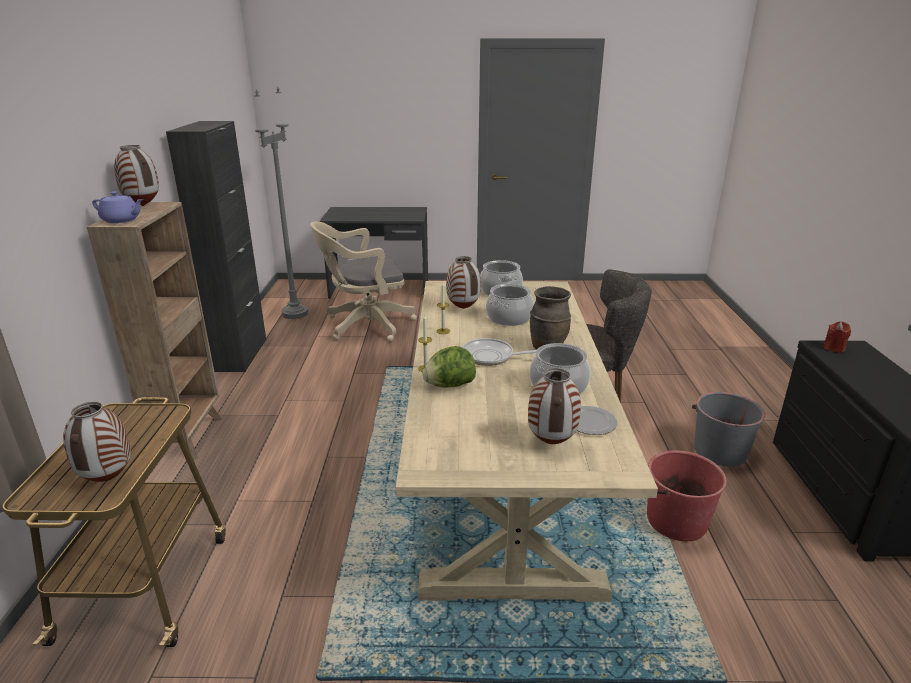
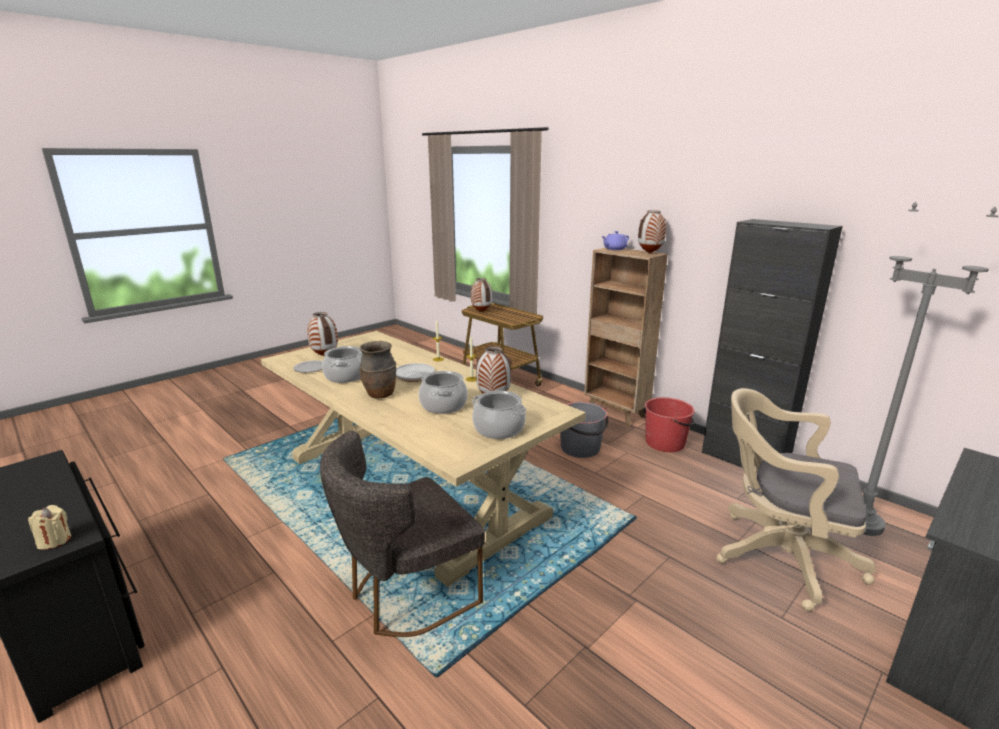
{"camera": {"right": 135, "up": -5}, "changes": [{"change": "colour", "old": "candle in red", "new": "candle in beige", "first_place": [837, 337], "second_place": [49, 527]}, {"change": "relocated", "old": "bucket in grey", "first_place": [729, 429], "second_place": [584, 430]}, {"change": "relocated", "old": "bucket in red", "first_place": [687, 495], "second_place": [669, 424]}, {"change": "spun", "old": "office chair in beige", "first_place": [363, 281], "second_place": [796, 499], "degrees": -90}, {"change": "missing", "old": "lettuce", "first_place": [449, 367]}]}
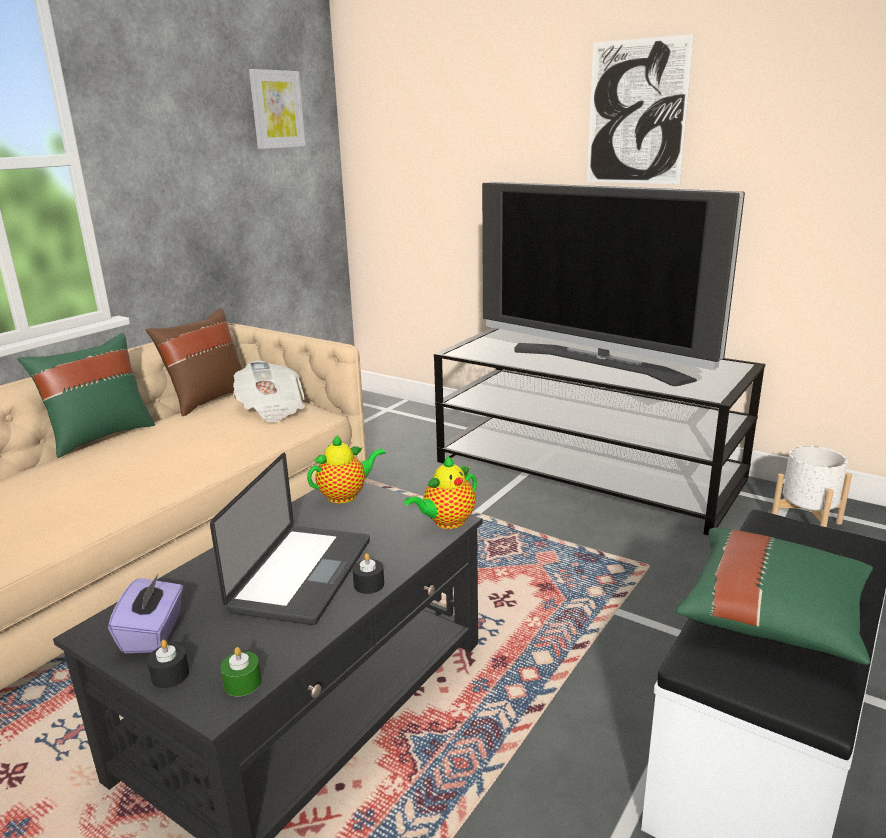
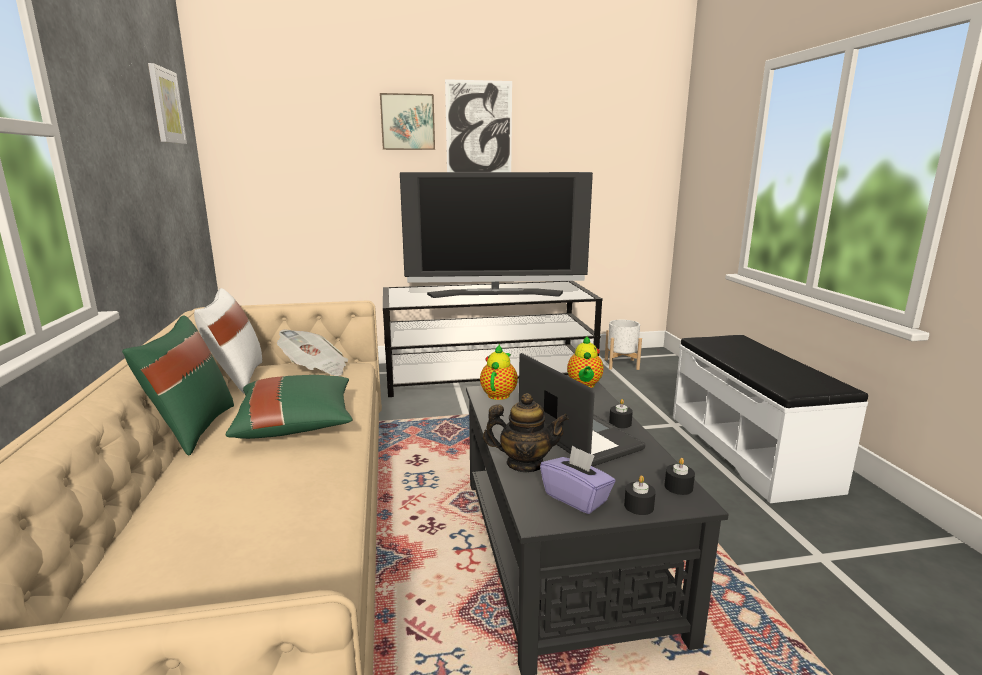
{"camera": {"right": -45, "up": -5}, "changes": [{"change": "colour", "old": "pillow in brown", "new": "pillow in white", "first_place": [194, 362], "second_place": [228, 340]}, {"change": "relocated", "old": "pillow in green", "first_place": [774, 596], "second_place": [289, 407]}, {"change": "appeared", "new": "picture", "second_place": [407, 121]}, {"change": "appeared", "new": "teapot", "second_place": [526, 432]}, {"change": "colour", "old": "candle in green", "new": "candle in black", "first_place": [240, 671], "second_place": [679, 476]}]}
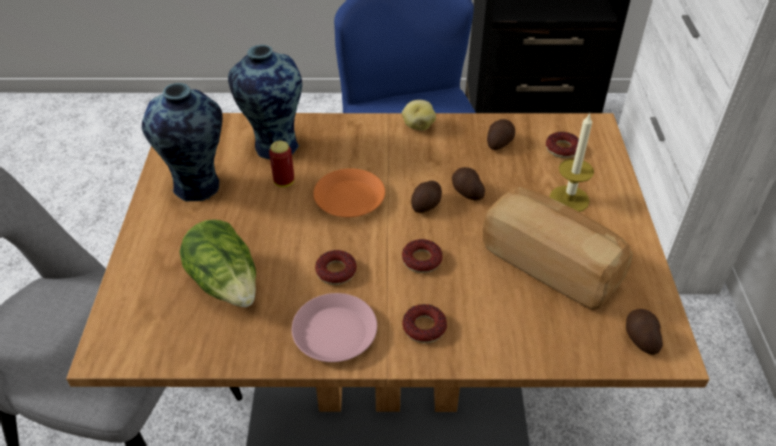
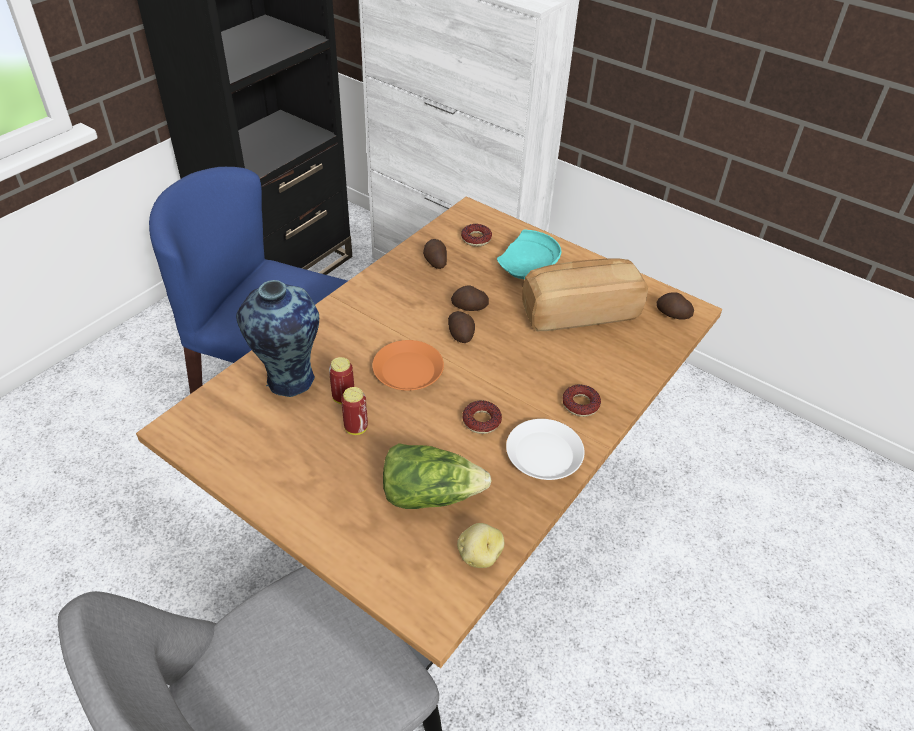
{"camera": {"right": -55, "up": 0}, "changes": [{"change": "appeared", "new": "can", "second_place": [354, 411]}, {"change": "relocated", "old": "potato", "first_place": [419, 115], "second_place": [480, 545]}, {"change": "exchanged", "old": "candle", "new": "plate in turquoise", "first_place": [571, 162], "second_place": [529, 254]}, {"change": "colour", "old": "plate in pink", "new": "plate in white", "first_place": [334, 327], "second_place": [545, 449]}, {"change": "missing", "old": "vase", "first_place": [182, 142]}, {"change": "missing", "old": "donut", "first_place": [422, 256]}]}
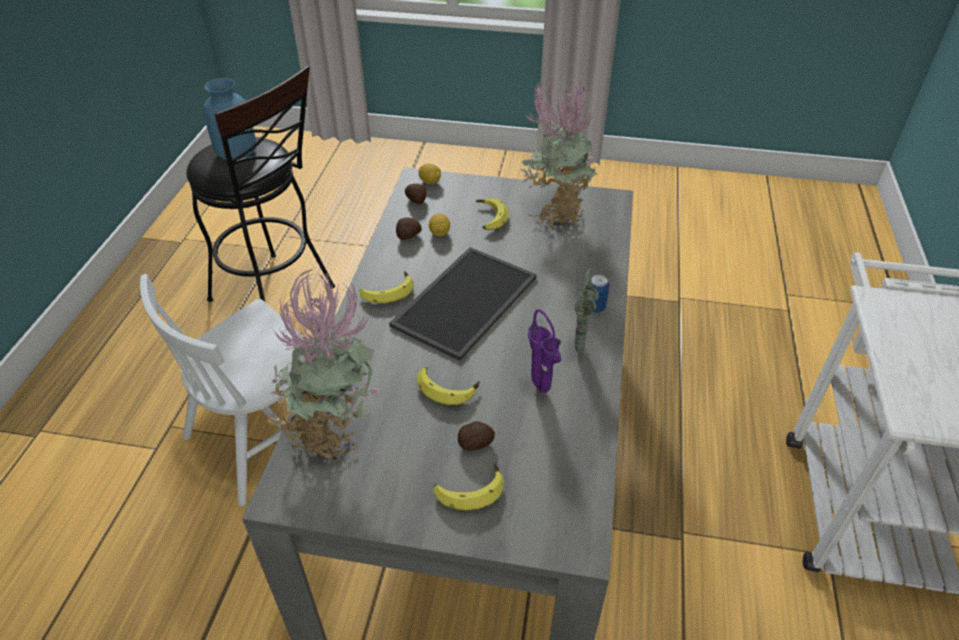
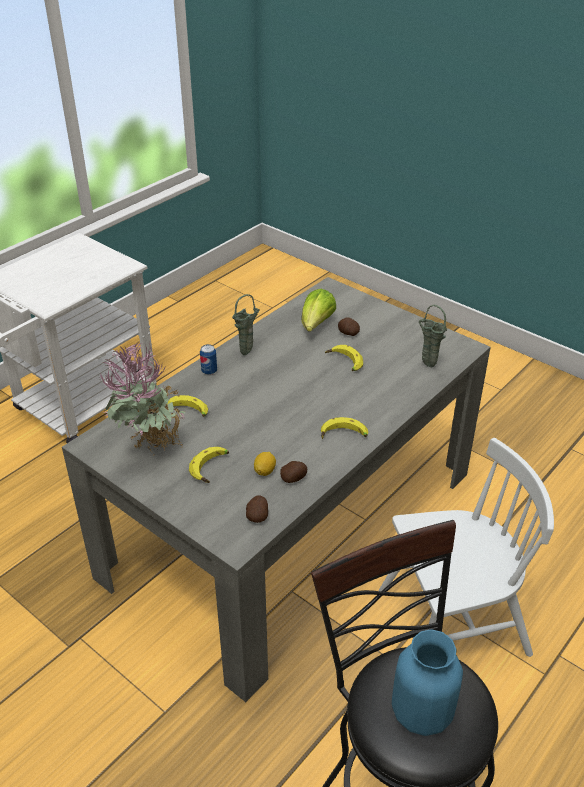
{"camera": {"right": -150, "up": -5}, "changes": [{"change": "relocated", "old": "banana", "first_place": [469, 486], "second_place": [188, 406]}, {"change": "appeared", "new": "lettuce", "second_place": [318, 310]}, {"change": "exchanged", "old": "potted plant", "new": "vase in green", "first_place": [322, 365], "second_place": [433, 336]}, {"change": "missing", "old": "tray", "first_place": [463, 304]}, {"change": "missing", "old": "lemon", "first_place": [429, 174]}, {"change": "missing", "old": "vase in purple", "first_place": [544, 351]}]}
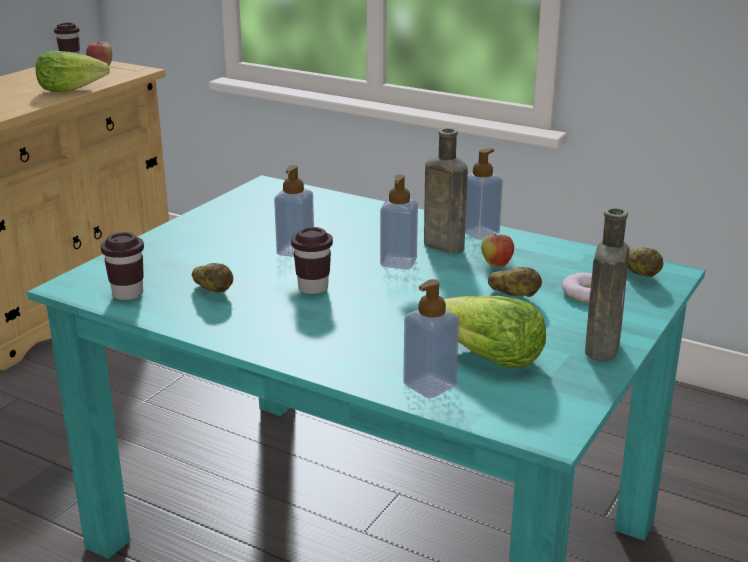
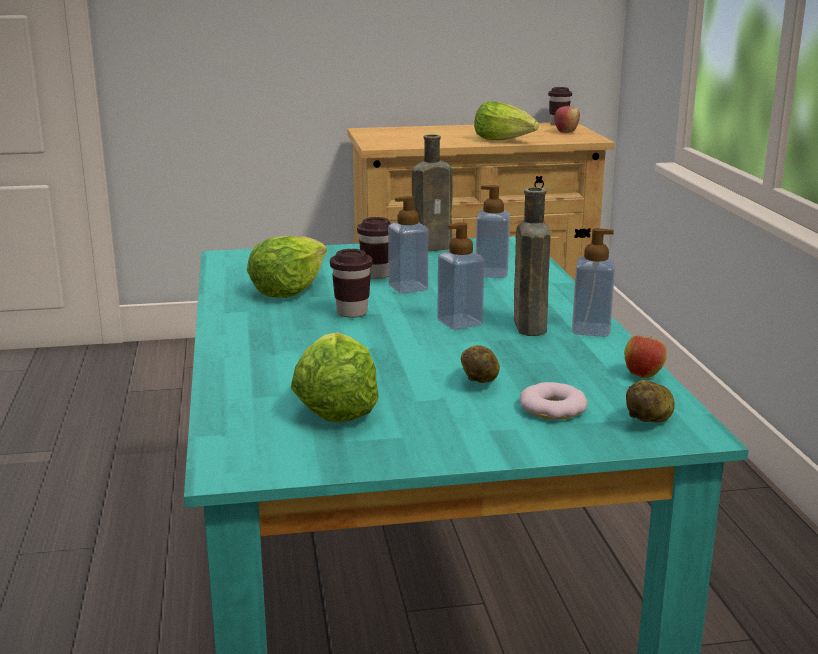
{"camera": {"right": 50, "up": -5}, "changes": [{"change": "exchanged", "old": "potato", "new": "lettuce", "first_place": [212, 278], "second_place": [287, 267]}, {"change": "relocated", "old": "cup in brown", "first_place": [122, 266], "second_place": [374, 248]}, {"change": "relocated", "old": "bottle in brown", "first_place": [607, 284], "second_place": [432, 192]}, {"change": "relocated", "old": "soap dispenser", "first_place": [431, 338], "second_place": [493, 231]}, {"change": "relocated", "old": "apple", "first_place": [497, 248], "second_place": [645, 355]}]}
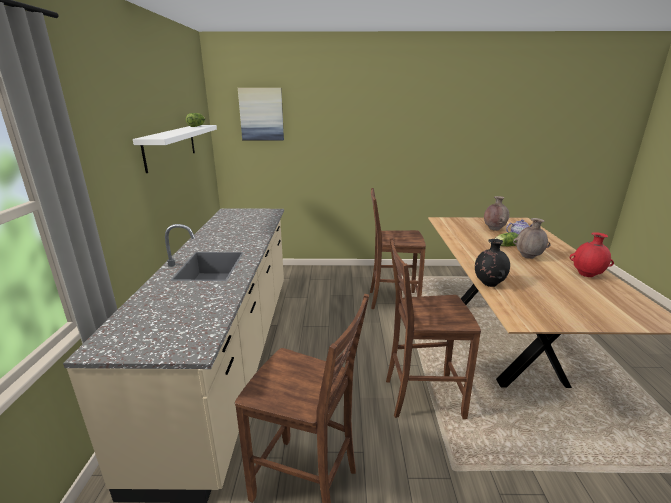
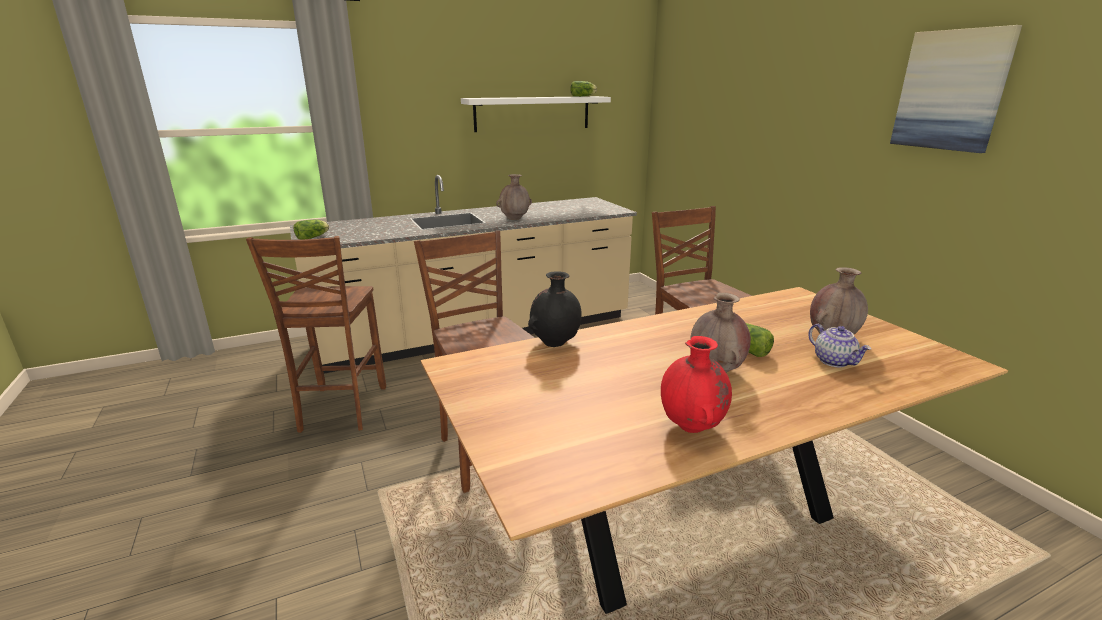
{"camera": {"right": 65, "up": 0}, "changes": [{"change": "appeared", "new": "lettuce", "second_place": [311, 230]}, {"change": "appeared", "new": "vase in brown", "second_place": [514, 197]}, {"change": "relocated", "old": "picture", "first_place": [261, 114], "second_place": [956, 89]}]}
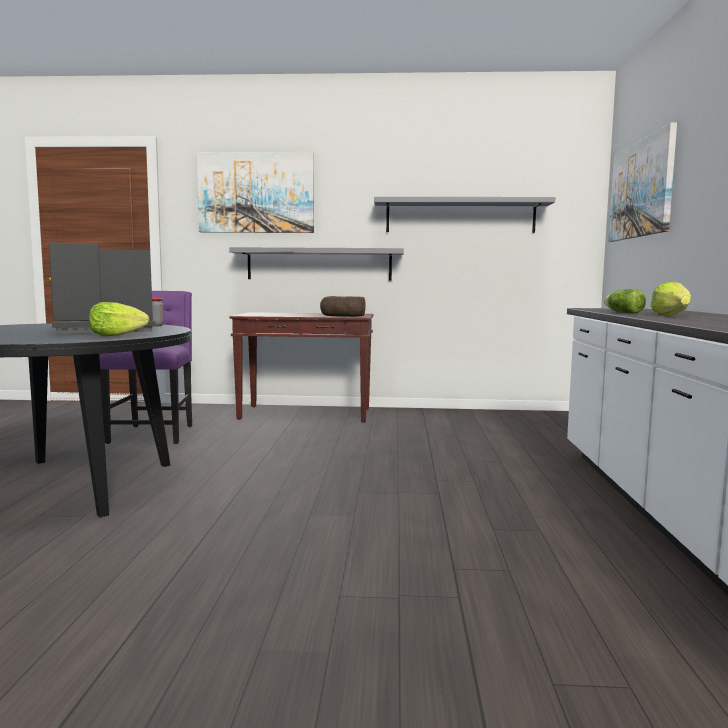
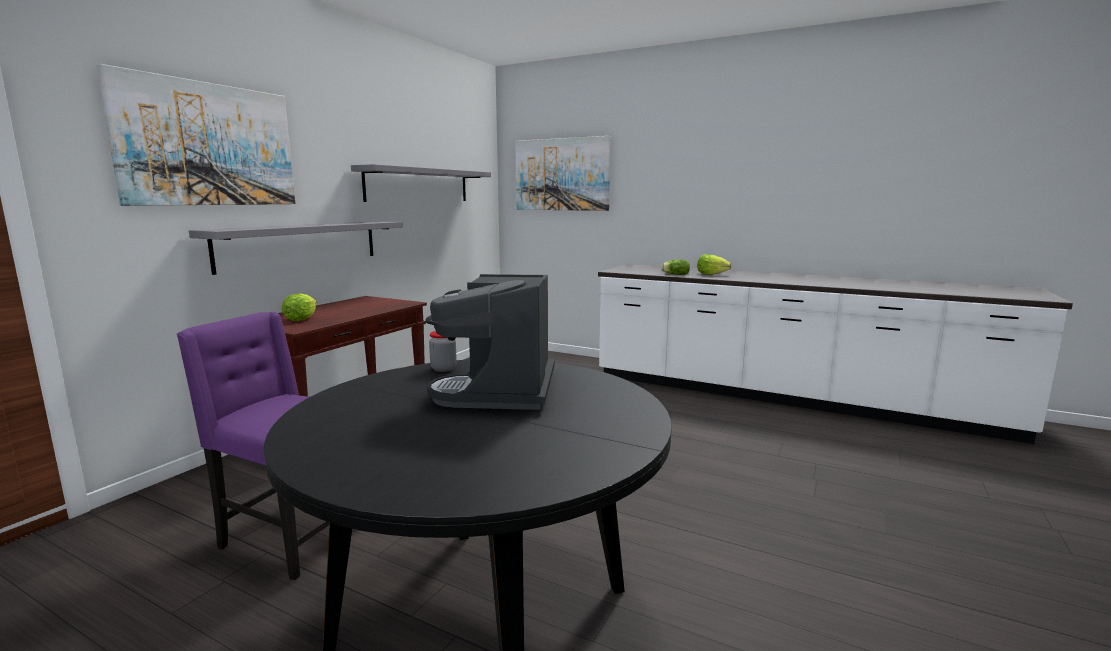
{"camera": {"right": -65, "up": 5}, "changes": [{"change": "relocated", "old": "lettuce", "first_place": [119, 319], "second_place": [299, 307]}, {"change": "missing", "old": "bread", "first_place": [342, 306]}]}
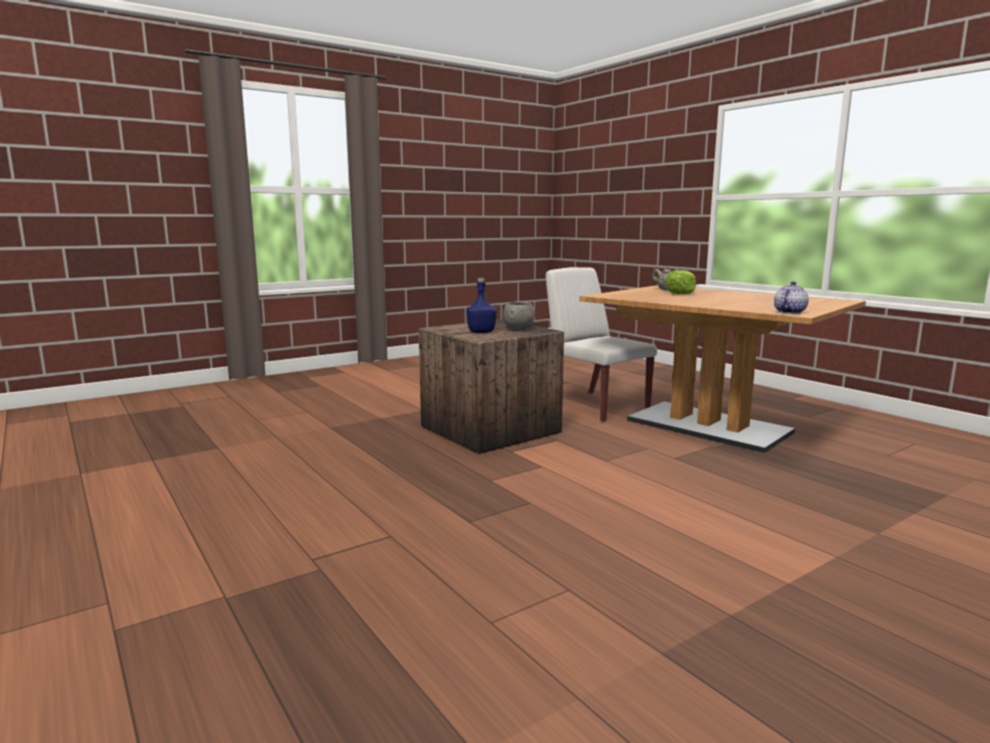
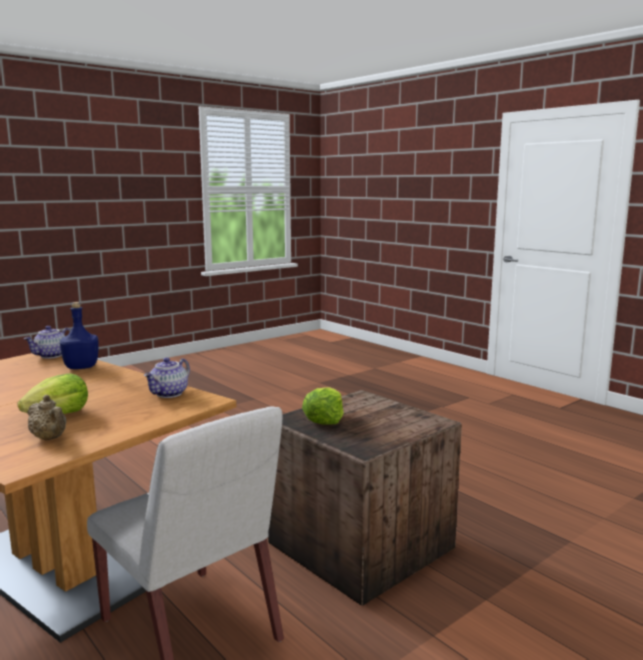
{"camera": {"right": 175, "up": 0}, "changes": [{"change": "relocated", "old": "bottle in blue", "first_place": [481, 305], "second_place": [79, 335]}, {"change": "appeared", "new": "teapot", "second_place": [167, 378]}, {"change": "exchanged", "old": "bowl in grey", "new": "lettuce", "first_place": [519, 316], "second_place": [323, 406]}]}
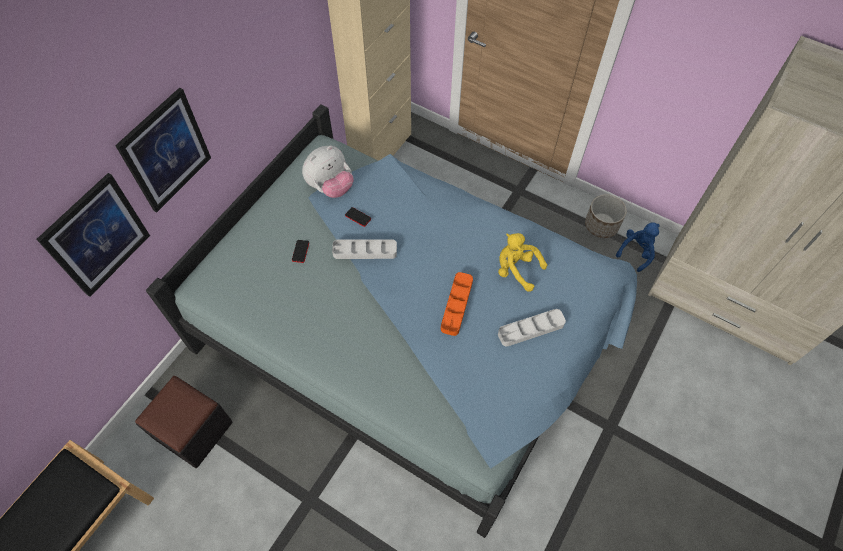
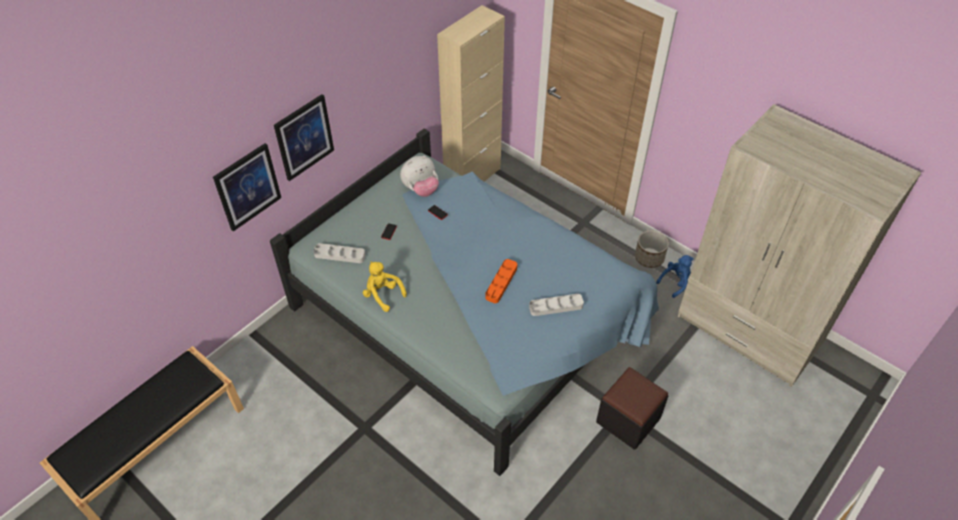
{"camera": {"right": 10, "up": -10}, "changes": [{"change": "relocated", "old": "tray in grey", "first_place": [364, 249], "second_place": [339, 253]}, {"change": "relocated", "old": "plush toy in yellow", "first_place": [522, 262], "second_place": [385, 287]}, {"change": "relocated", "old": "ottoman in black", "first_place": [183, 422], "second_place": [632, 408]}]}
